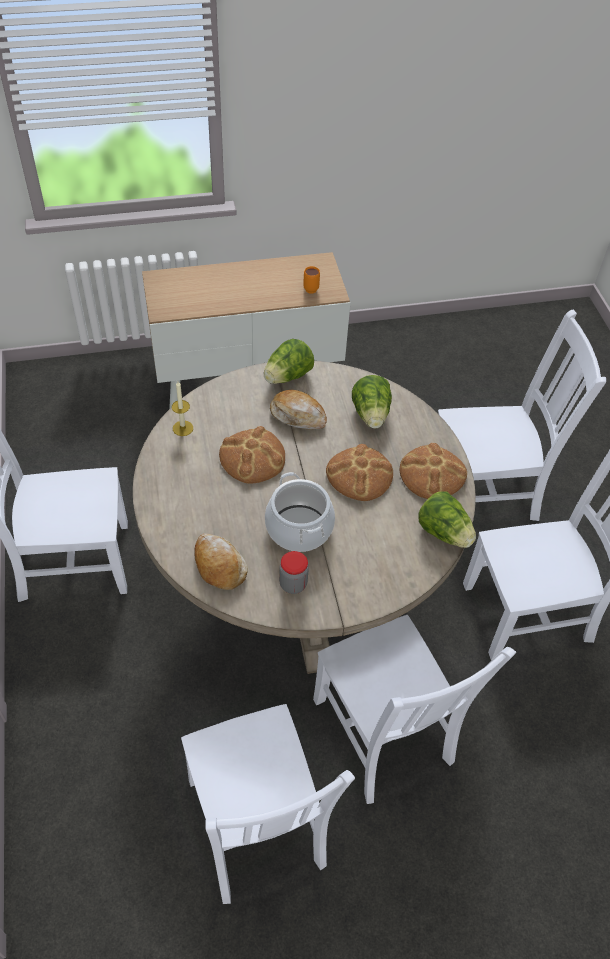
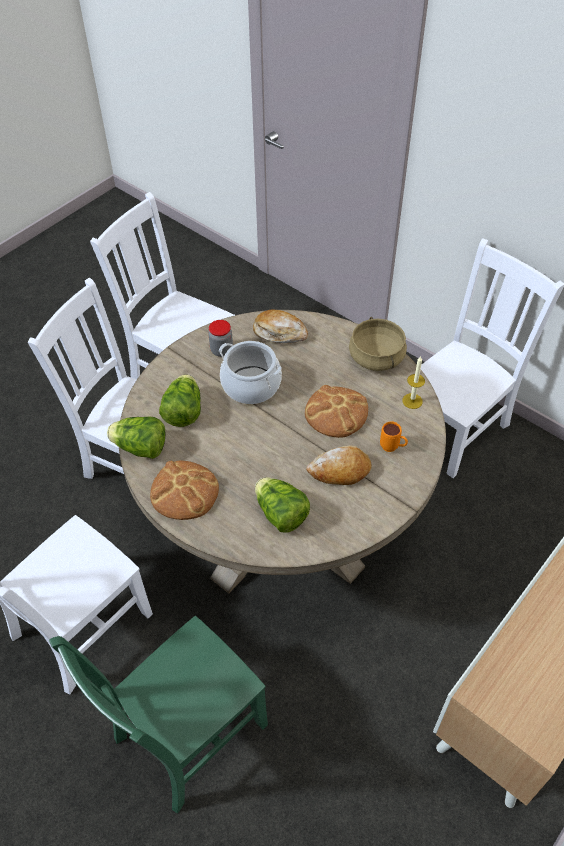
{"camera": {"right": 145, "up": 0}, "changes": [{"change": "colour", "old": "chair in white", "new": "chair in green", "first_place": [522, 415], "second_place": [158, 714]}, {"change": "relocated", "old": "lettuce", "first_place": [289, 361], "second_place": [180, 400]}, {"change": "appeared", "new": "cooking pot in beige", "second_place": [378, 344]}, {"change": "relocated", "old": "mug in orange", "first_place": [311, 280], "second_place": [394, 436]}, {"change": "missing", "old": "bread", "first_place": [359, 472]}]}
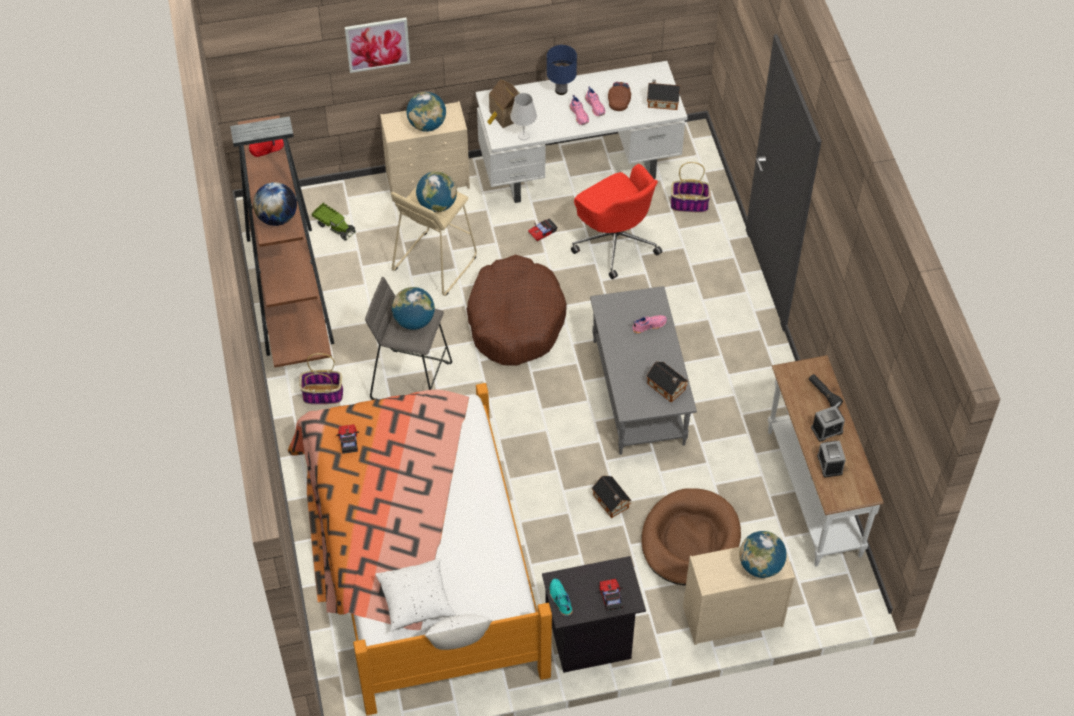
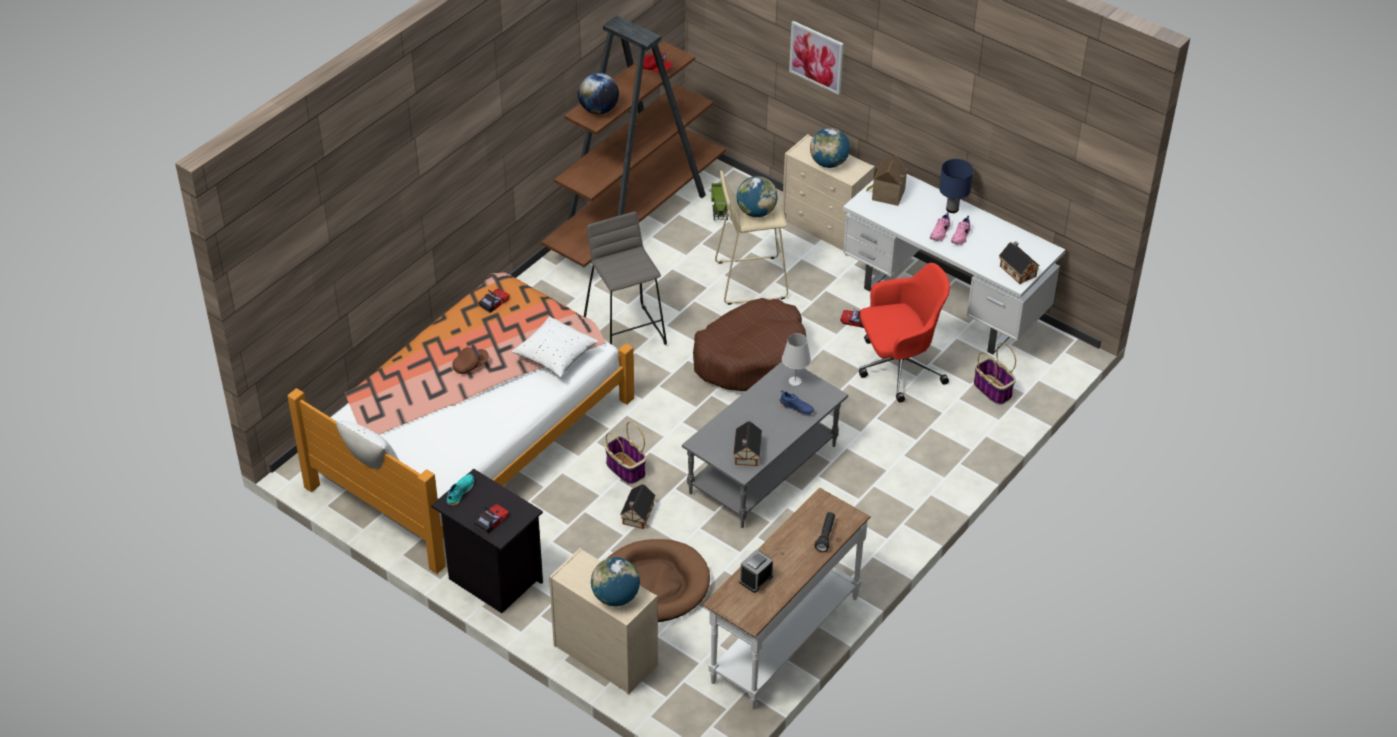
{"camera": {"right": 50, "up": -10}, "changes": [{"change": "relocated", "old": "cap in brown", "first_place": [619, 96], "second_place": [471, 359]}, {"change": "relocated", "old": "pillow in white", "first_place": [415, 594], "second_place": [555, 347]}, {"change": "relocated", "old": "basket", "first_place": [321, 378], "second_place": [625, 452]}, {"change": "colour", "old": "shoe in pink", "new": "shoe in blue", "first_place": [649, 324], "second_place": [796, 403]}, {"change": "relocated", "old": "table lamp in white", "first_place": [523, 116], "second_place": [796, 359]}, {"change": "spun", "old": "office chair in red", "first_place": [616, 221], "second_place": [904, 333], "degrees": -120}, {"change": "missing", "old": "globe", "first_place": [413, 308]}, {"change": "missing", "old": "alarm clock", "first_place": [828, 423]}]}
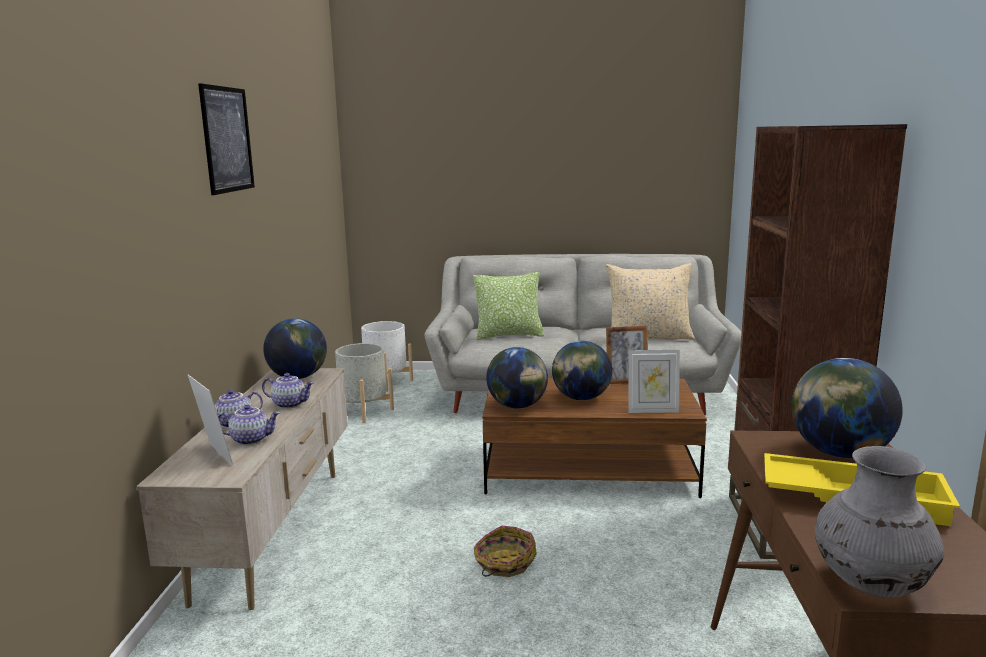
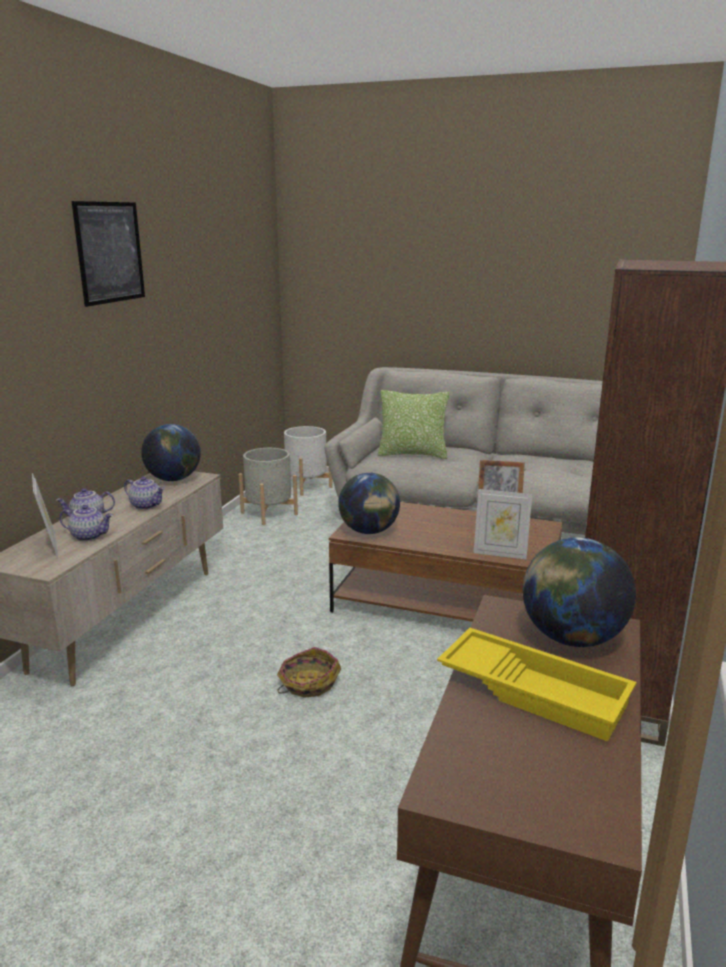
{"camera": {"right": 15, "up": 5}, "changes": [{"change": "missing", "old": "globe", "first_place": [582, 370]}, {"change": "missing", "old": "pillow in beige", "first_place": [650, 301]}, {"change": "missing", "old": "vase in grey", "first_place": [879, 521]}]}
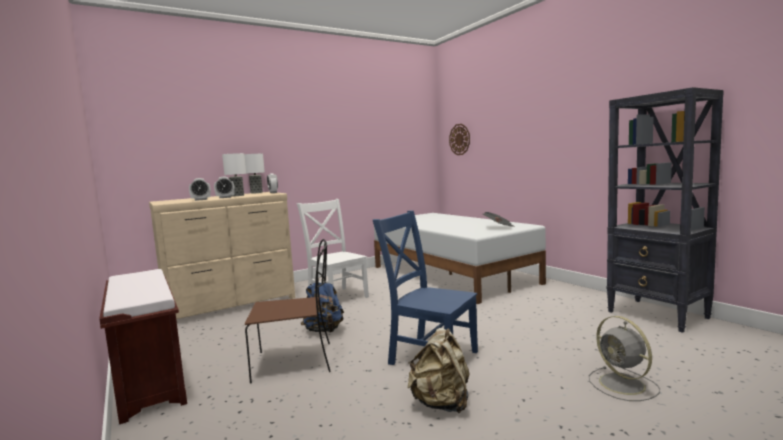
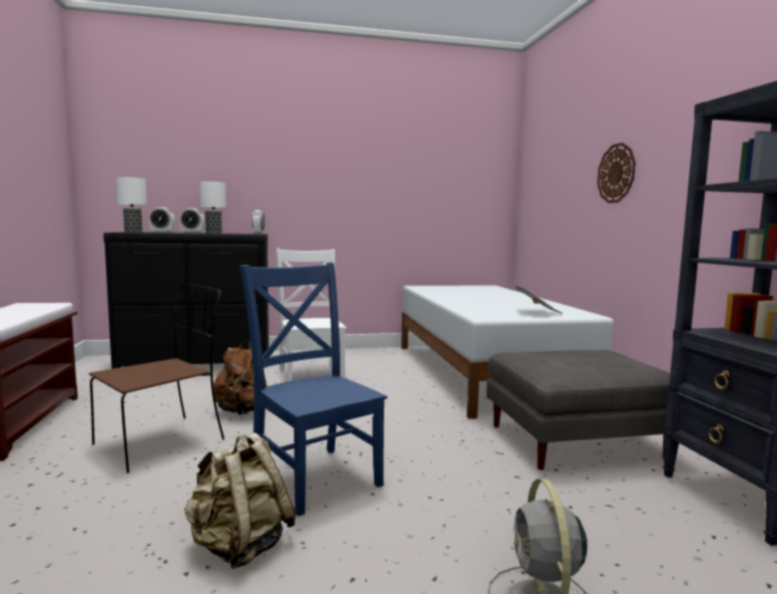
{"camera": {"right": 20, "up": 0}, "changes": [{"change": "spun", "old": "chair in brown", "first_place": [288, 311], "second_place": [156, 378], "degrees": -60}, {"change": "colour", "old": "dresser in beige", "new": "dresser in black", "first_place": [222, 255], "second_place": [186, 300]}, {"change": "relocated", "old": "table lamp", "first_place": [254, 174], "second_place": [131, 205]}, {"change": "colour", "old": "backpack in blue", "new": "backpack in brown", "first_place": [322, 304], "second_place": [240, 377]}, {"change": "appeared", "new": "ottoman in grey", "second_place": [578, 410]}, {"change": "relocated", "old": "wall clock", "first_place": [459, 139], "second_place": [616, 173]}]}
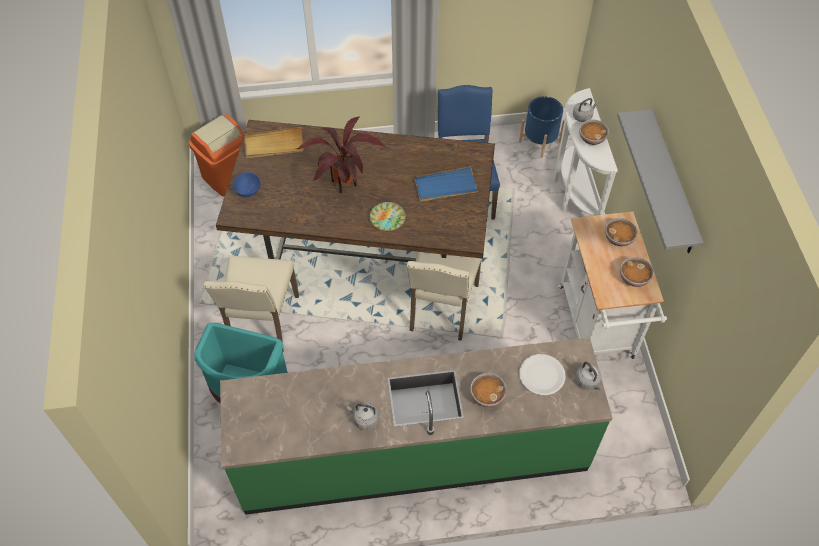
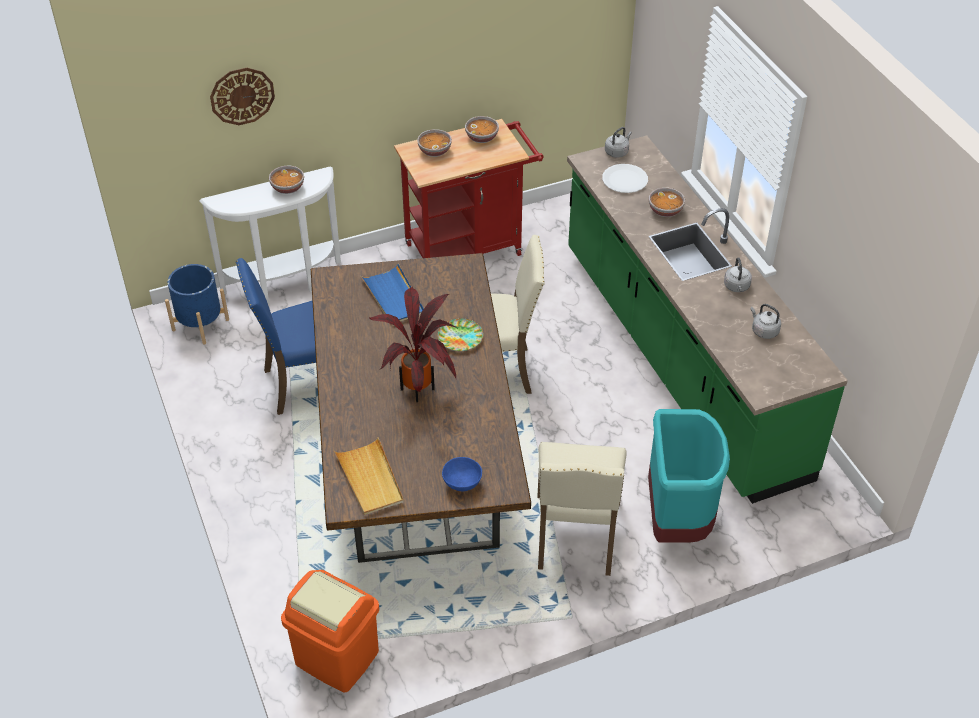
{"camera": {"right": -105, "up": -10}, "changes": [{"change": "appeared", "new": "wall clock", "second_place": [242, 96]}, {"change": "colour", "old": "cart in white", "new": "cart in red", "first_place": [612, 285], "second_place": [469, 188]}, {"change": "spun", "old": "chair in beige", "first_place": [251, 303], "second_place": [582, 509], "degrees": 105}, {"change": "relocated", "old": "kettle in grey", "first_place": [585, 110], "second_place": [765, 321]}, {"change": "missing", "old": "shelf in grey", "first_place": [660, 181]}]}
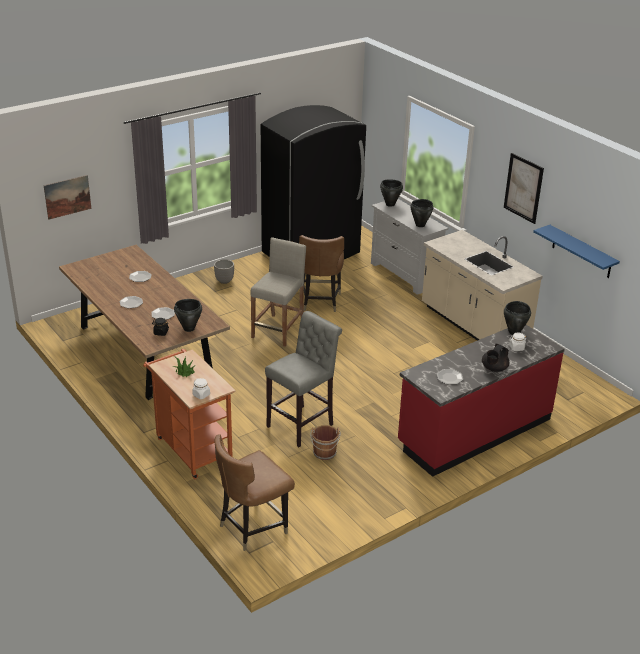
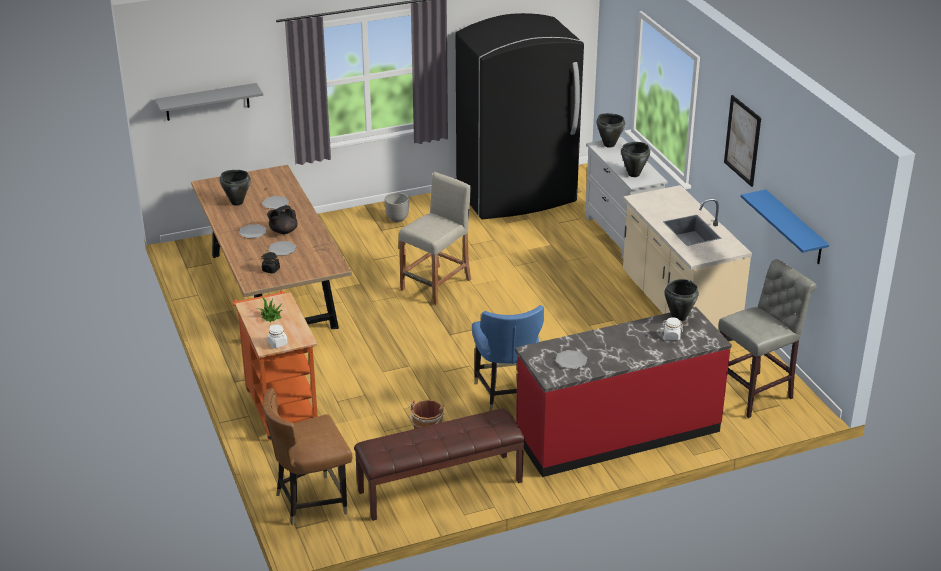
{"camera": {"right": 15, "up": 0}, "changes": [{"change": "exchanged", "old": "picture", "new": "shelf in grey", "first_place": [67, 197], "second_place": [209, 102]}, {"change": "relocated", "old": "cooking pot in black", "first_place": [188, 315], "second_place": [235, 188]}, {"change": "relocated", "old": "teapot in black", "first_place": [495, 358], "second_place": [282, 219]}, {"change": "appeared", "new": "bench in brown", "second_place": [439, 464]}, {"change": "appeared", "new": "chair in blue", "second_place": [508, 358]}, {"change": "relocated", "old": "stool in grey", "first_place": [303, 379], "second_place": [768, 338]}, {"change": "missing", "old": "chair in brown", "first_place": [321, 273]}]}
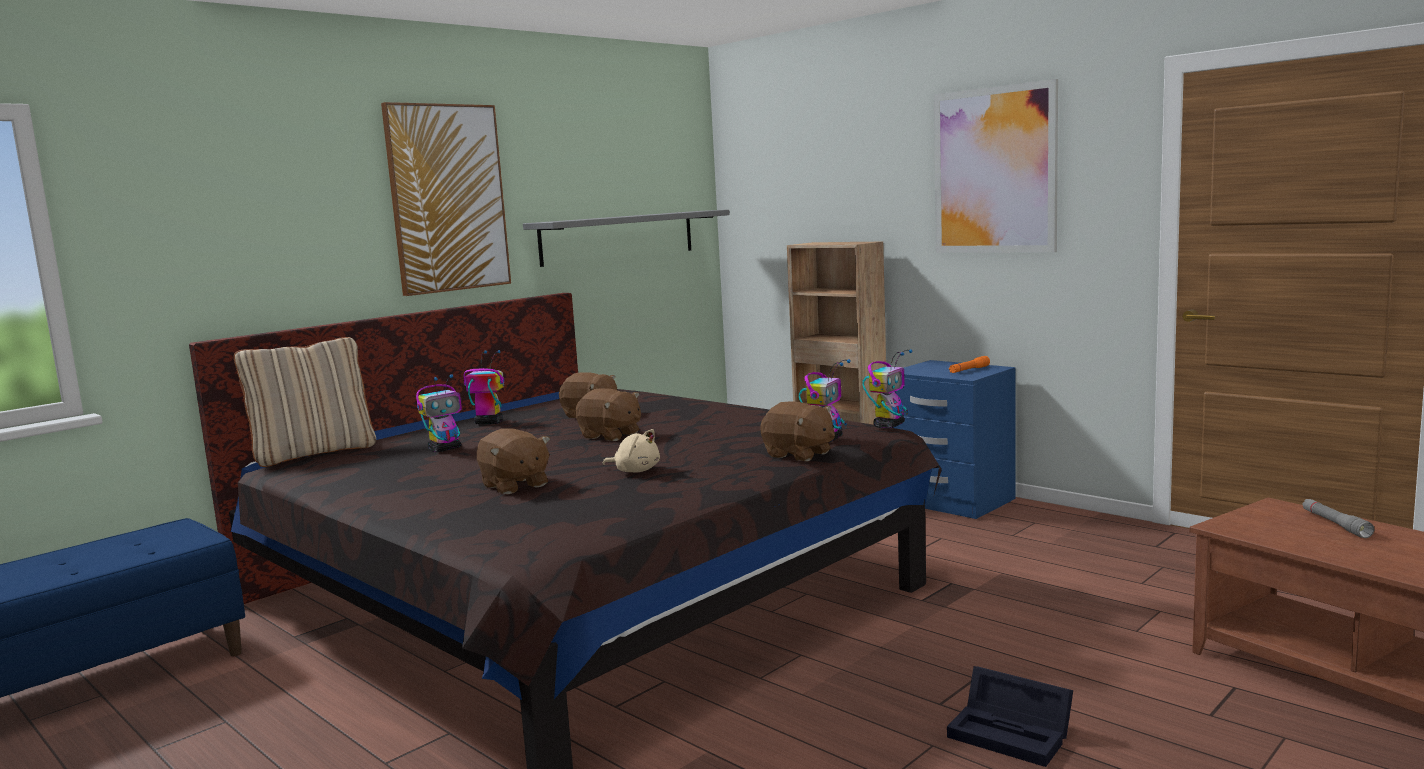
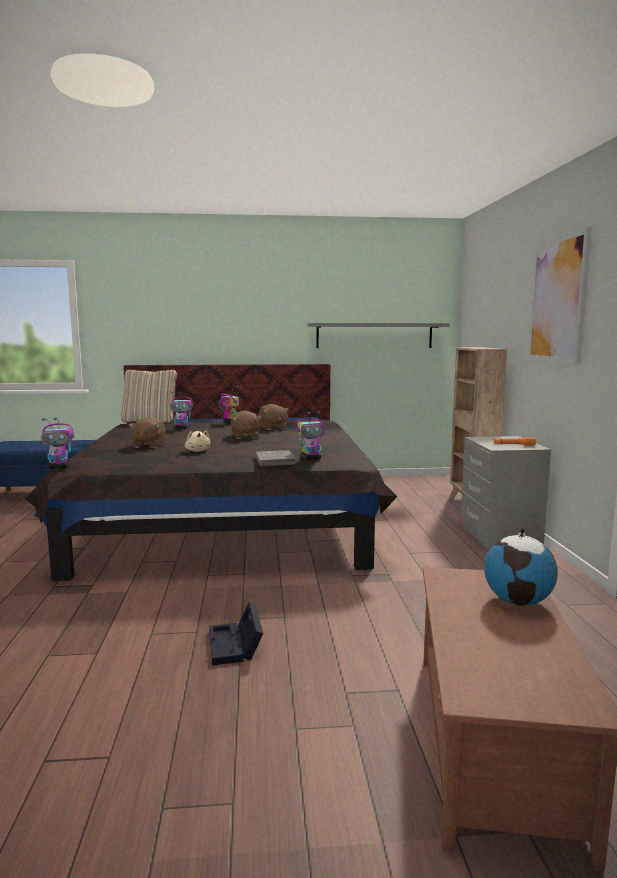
{"camera": {"right": 40, "up": 0}, "changes": [{"change": "relocated", "old": "toy robot", "first_place": [887, 388], "second_place": [57, 443]}, {"change": "exchanged", "old": "plush toy in brown", "new": "book in grey", "first_place": [797, 431], "second_place": [276, 458]}, {"change": "colour", "old": "nightstand in blue", "new": "nightstand in grey", "first_place": [954, 439], "second_place": [506, 493]}, {"change": "exchanged", "old": "flashlight in grey", "new": "globe", "first_place": [1338, 518], "second_place": [521, 566]}, {"change": "missing", "old": "picture", "first_place": [446, 199]}]}
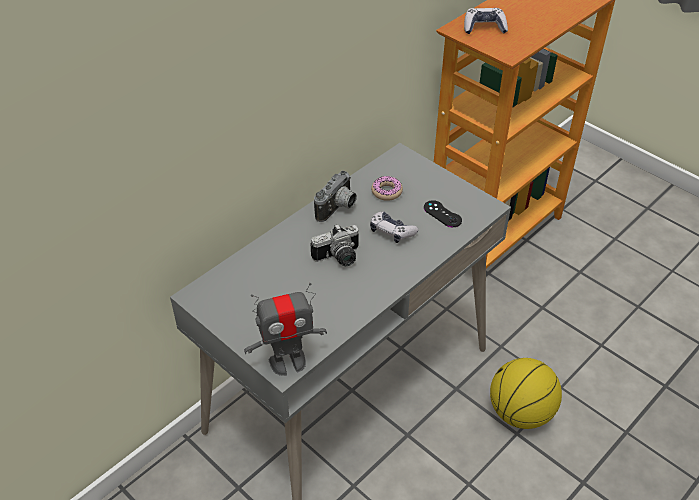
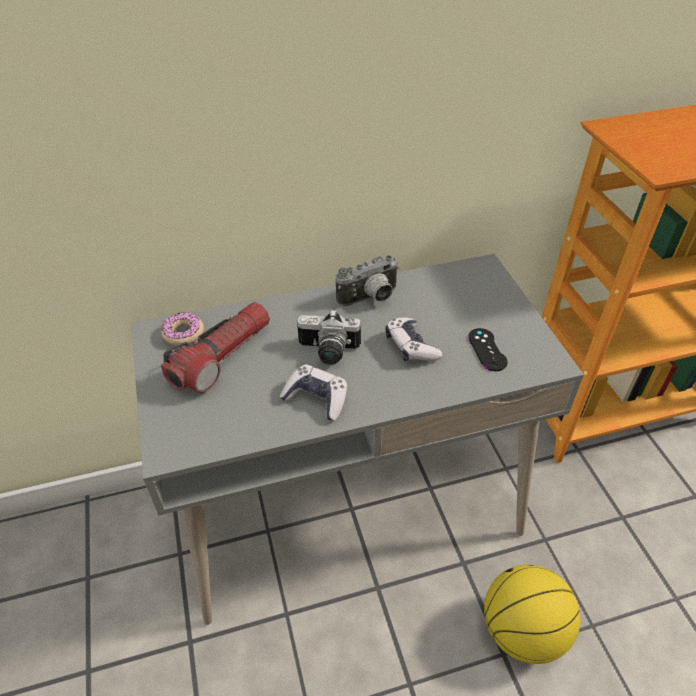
{"camera": {"right": 30, "up": 0}, "changes": [{"change": "appeared", "new": "flashlight", "second_place": [215, 347]}, {"change": "relocated", "old": "donut", "first_place": [387, 188], "second_place": [182, 329]}, {"change": "relocated", "old": "game controller", "first_place": [486, 21], "second_place": [313, 392]}, {"change": "missing", "old": "toy robot", "first_place": [285, 329]}]}
